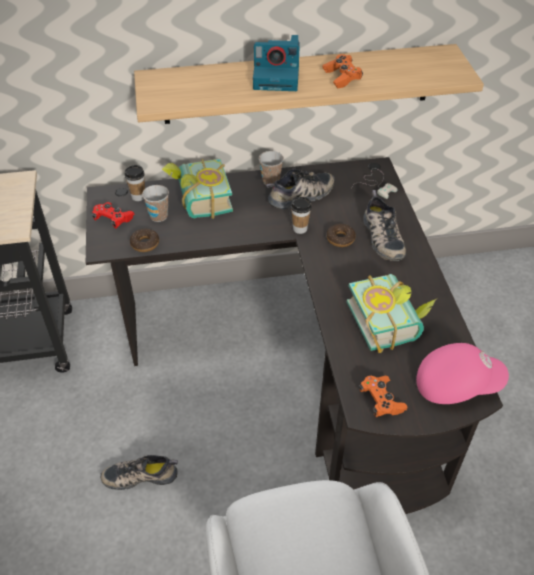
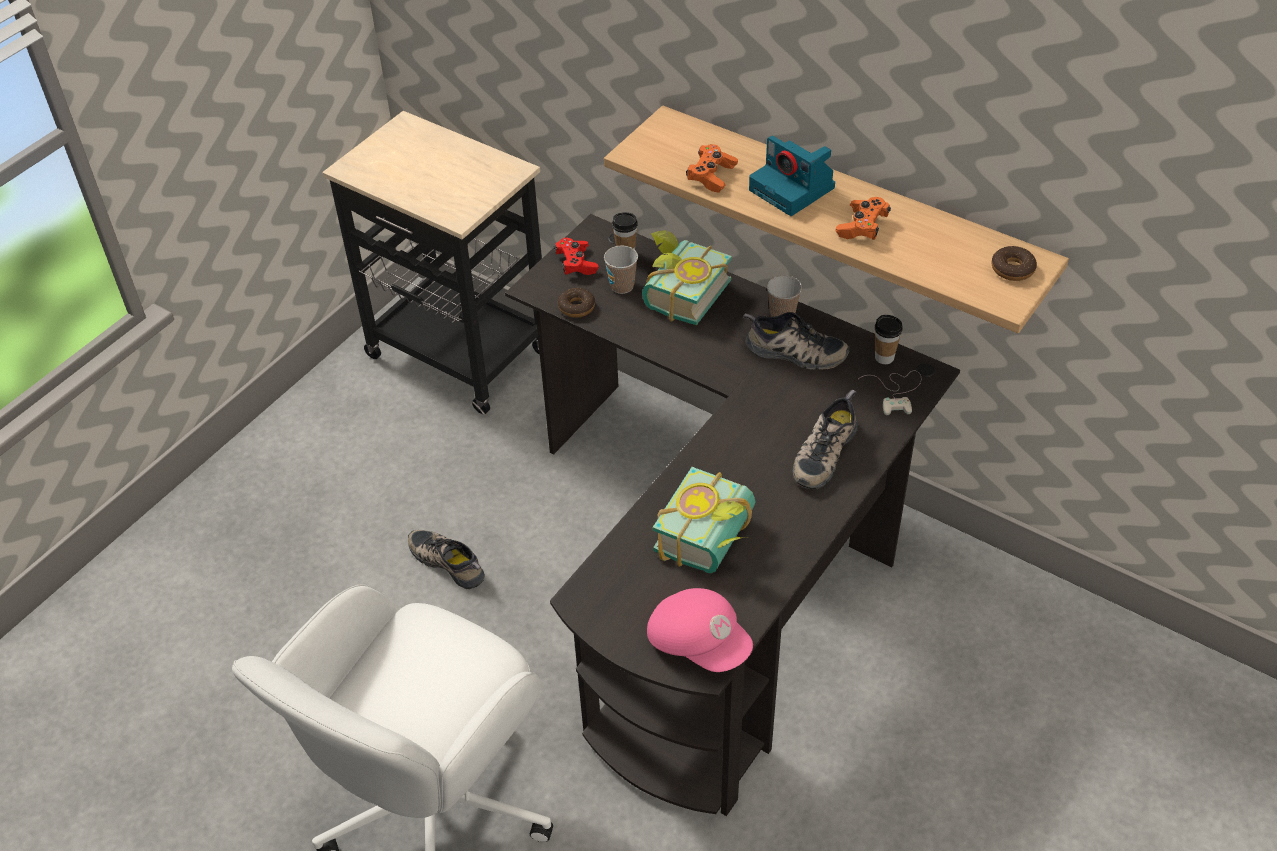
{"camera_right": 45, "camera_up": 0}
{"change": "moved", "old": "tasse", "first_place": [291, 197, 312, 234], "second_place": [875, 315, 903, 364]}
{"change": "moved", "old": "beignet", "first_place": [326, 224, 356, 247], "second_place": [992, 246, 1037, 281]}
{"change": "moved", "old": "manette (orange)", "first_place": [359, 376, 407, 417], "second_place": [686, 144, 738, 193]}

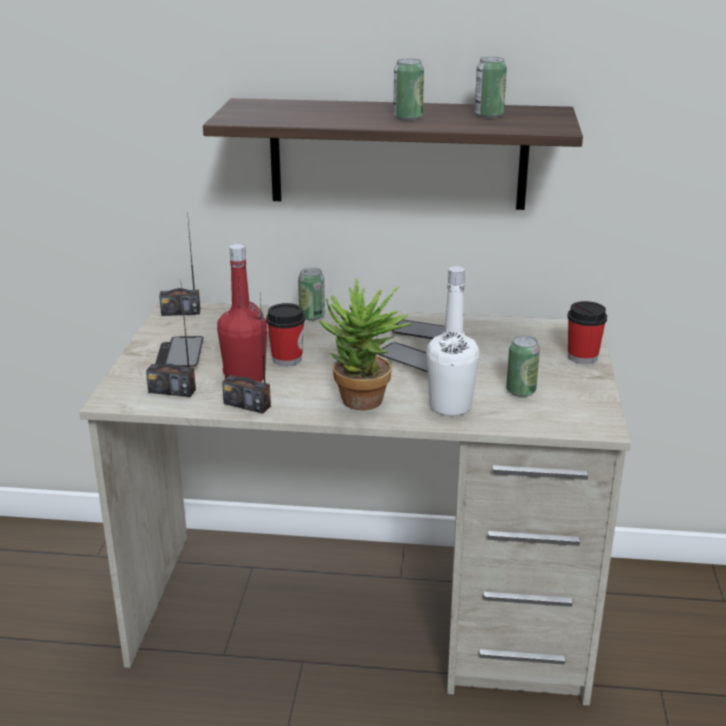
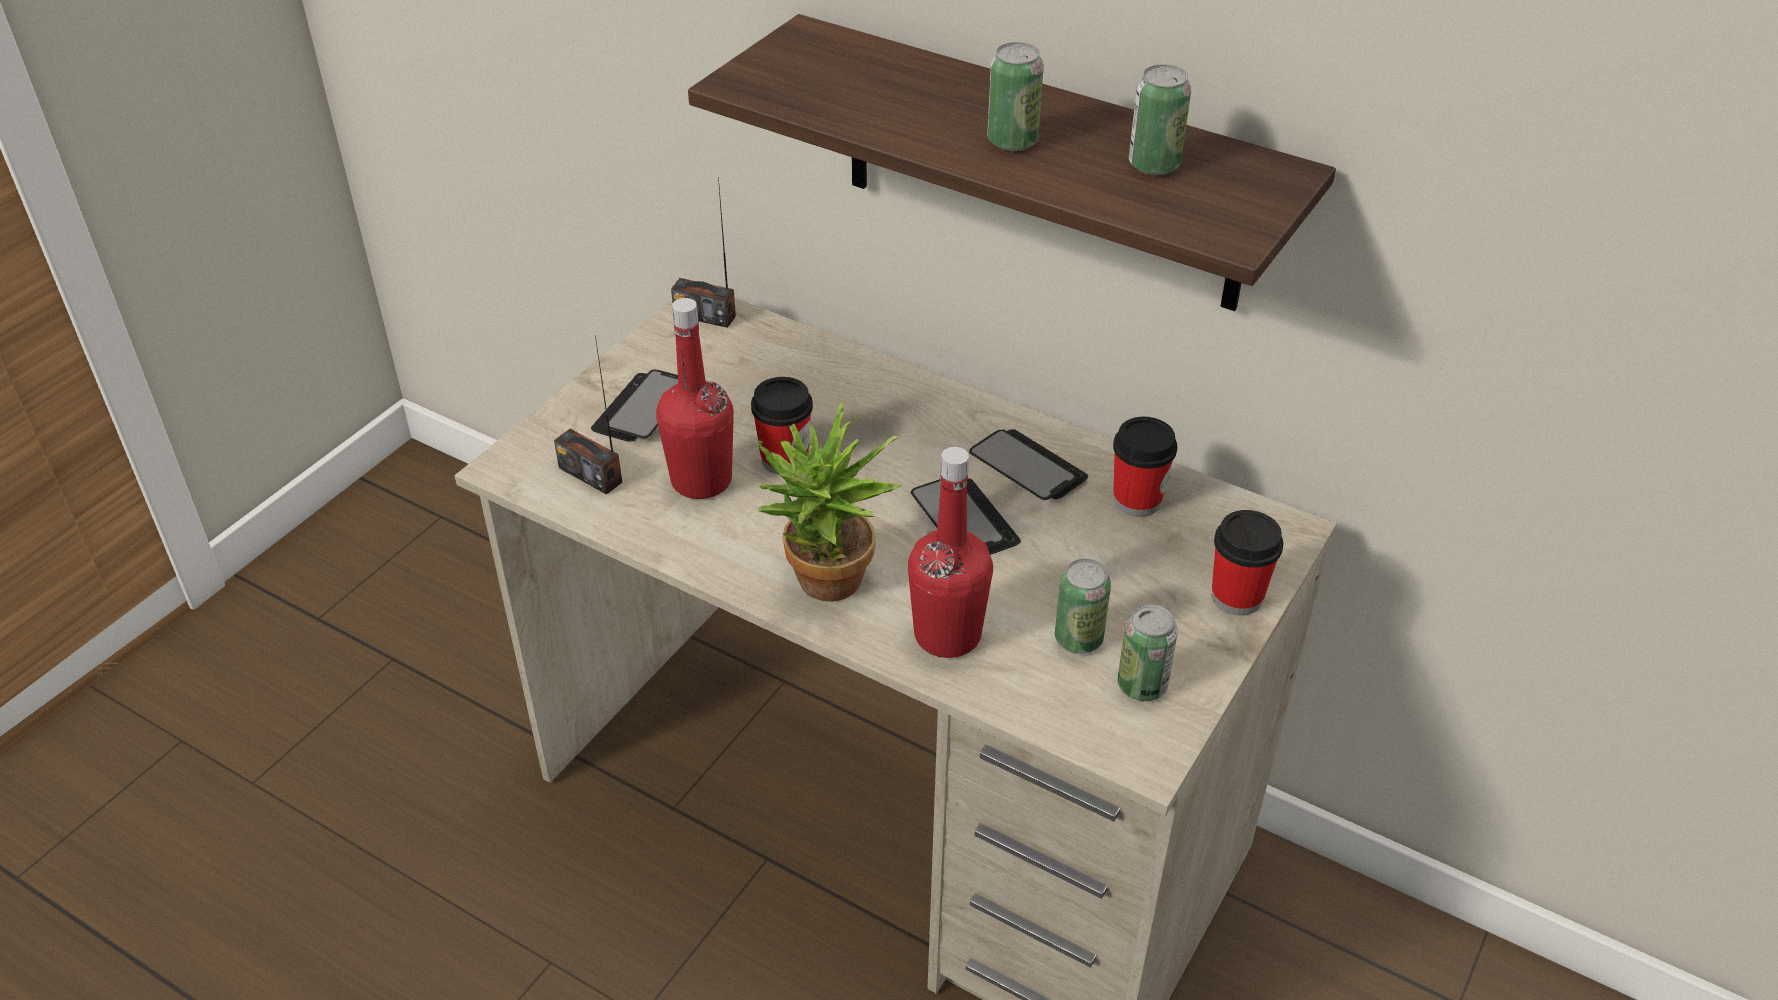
{"camera_right": 25, "camera_up": 15}
{"change": "removed", "old": "radio", "first_place": [222, 296, 271, 414]}
{"change": "added", "new": "tasse", "second_place": [1113, 417, 1177, 517]}
{"change": "moved", "old": "boîte métallique", "first_place": [298, 267, 325, 320], "second_place": [1118, 604, 1178, 701]}
{"change": "recoloured", "old": "bouteille (blanc)", "new": "bouteille (rouge)", "first_place": [427, 266, 479, 416], "second_place": [908, 447, 993, 658]}

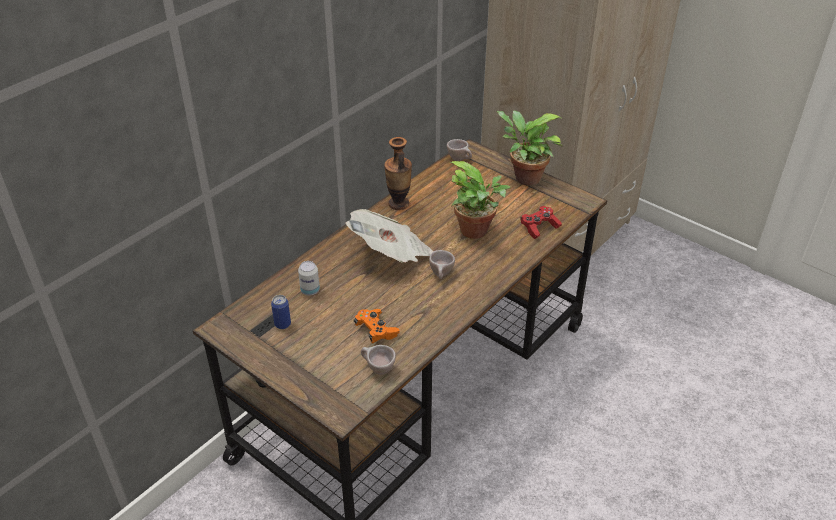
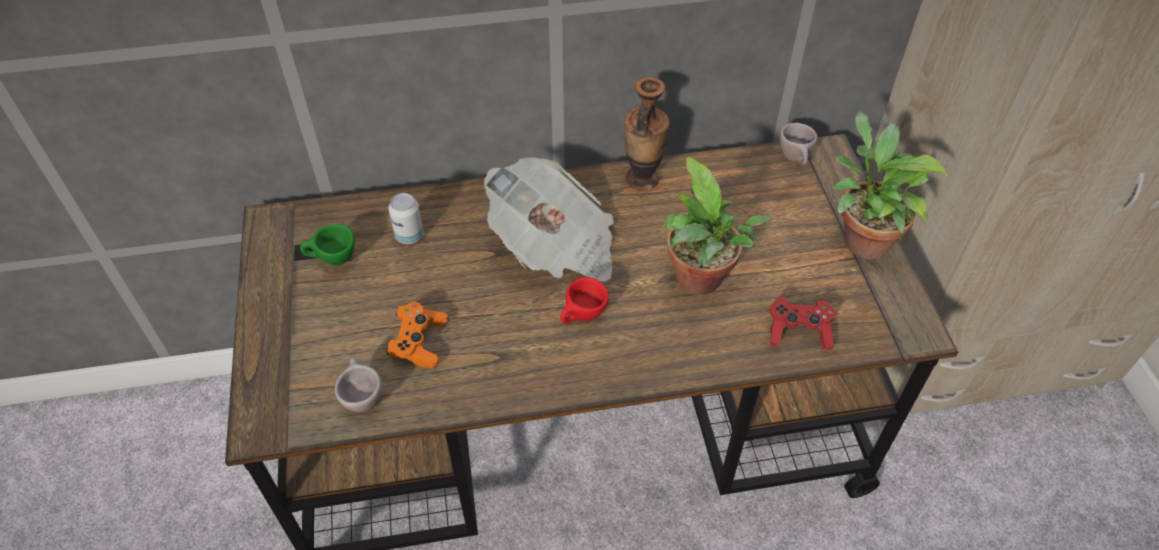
{"camera_right": 40, "camera_up": 10}
{"change": "replaced", "old": "boîte métallique", "new": "tasse (vert)", "first_place": [271, 295, 291, 329], "second_place": [300, 224, 355, 266]}
{"change": "recoloured", "old": "tasse (beige)", "new": "tasse (rouge)", "first_place": [429, 250, 455, 279], "second_place": [560, 277, 609, 324]}

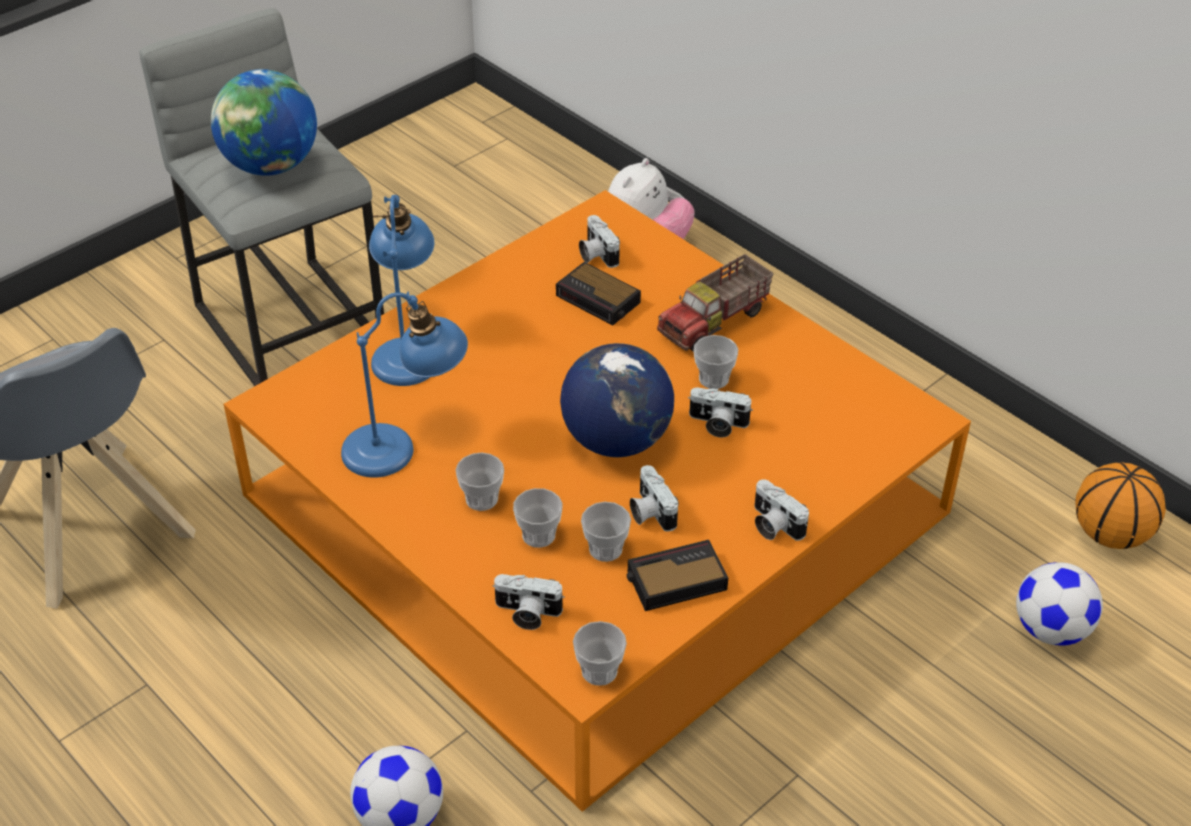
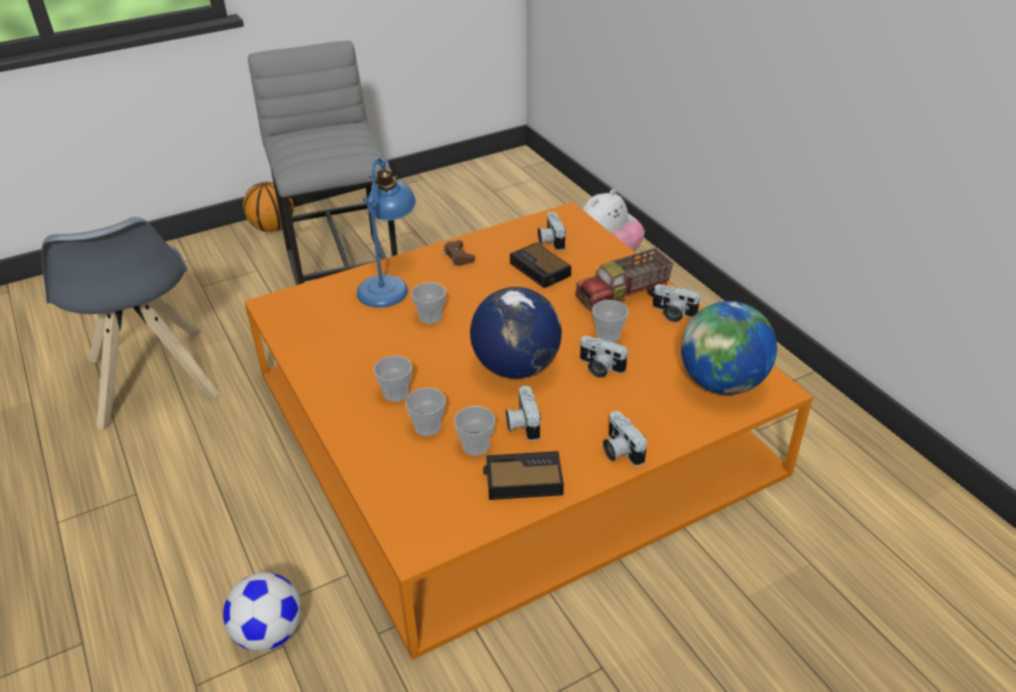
{"camera_right": 15, "camera_up": -5}
{"change": "removed", "old": "lampe de table (bleu)", "first_place": [341, 291, 468, 478]}
{"change": "removed", "old": "ballon de foot", "first_place": [1016, 562, 1103, 646]}
{"change": "added", "new": "manette (marron)", "second_place": [444, 240, 475, 266]}
{"change": "moved", "old": "globe", "first_place": [211, 69, 317, 176], "second_place": [681, 301, 777, 395]}
{"change": "moved", "old": "appareil photo", "first_place": [492, 574, 565, 630], "second_place": [653, 284, 701, 322]}
{"change": "moved", "old": "tasse", "first_place": [573, 621, 627, 686], "second_place": [411, 282, 446, 324]}
{"change": "moved", "old": "ballon de basket", "first_place": [1075, 462, 1166, 549], "second_place": [243, 182, 294, 232]}

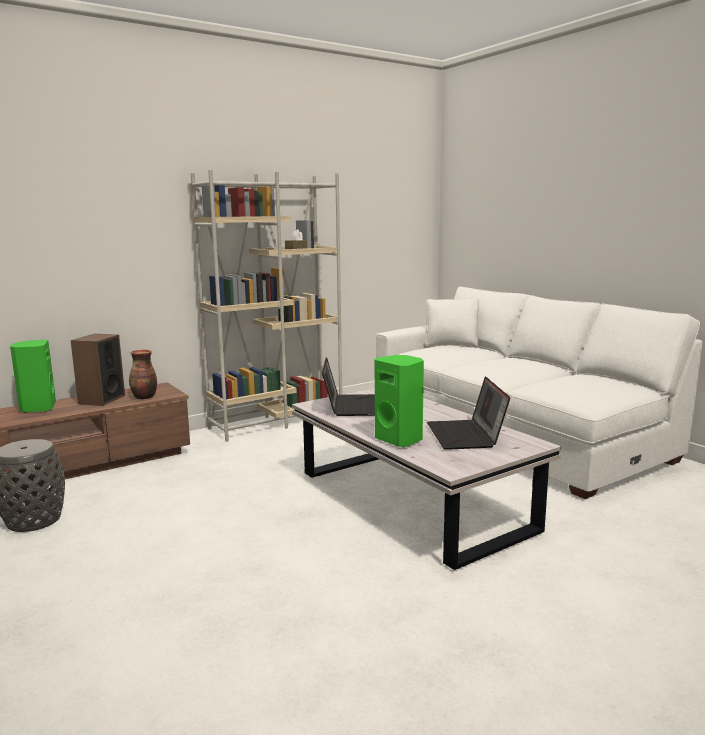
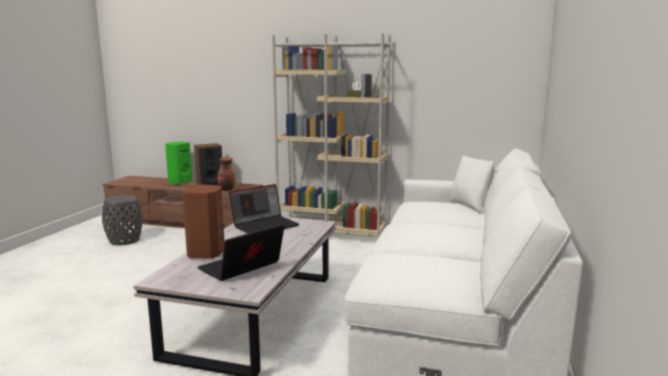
{"camera_right": 50, "camera_up": 0}
{"change": "recoloured", "old": "enceinte (vert)", "new": "enceinte (marron)", "first_place": [375, 355, 424, 447], "second_place": [182, 184, 224, 258]}

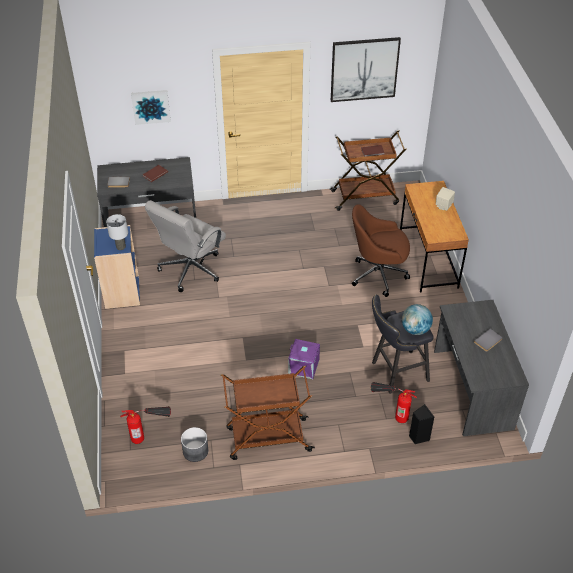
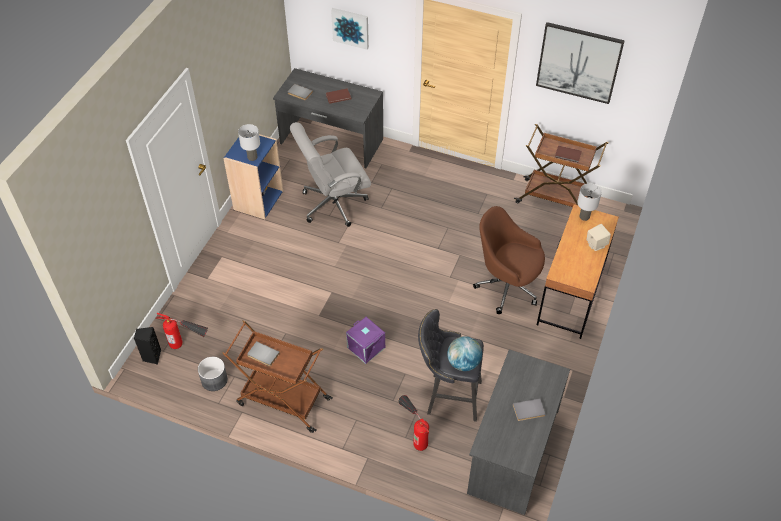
{"camera_right": 30, "camera_up": 5}
{"change": "added", "new": "livre (gris)", "second_place": [247, 341, 280, 367]}
{"change": "added", "new": "lampe de table (blanc)", "second_place": [577, 183, 602, 221]}
{"change": "moved", "old": "enceinte (noir)", "first_place": [409, 404, 435, 444], "second_place": [134, 327, 161, 364]}

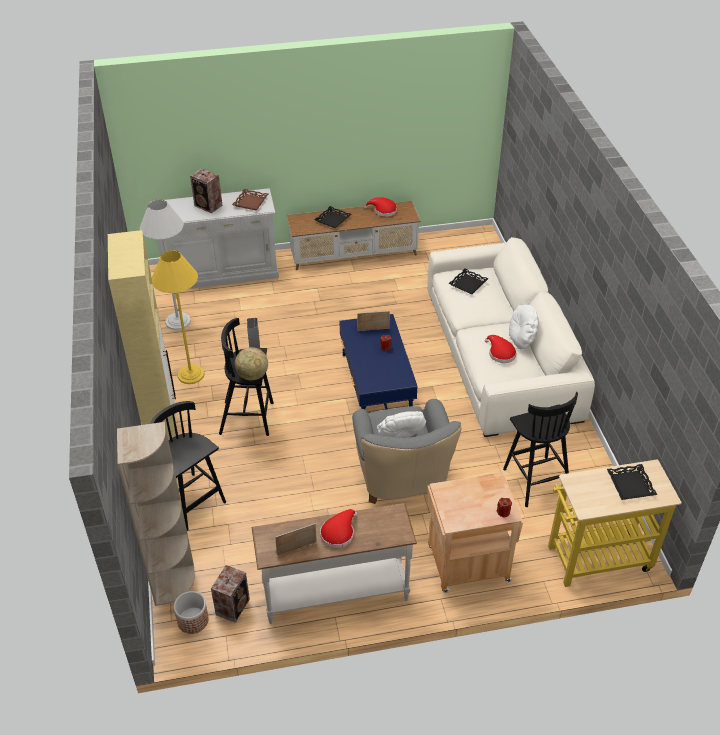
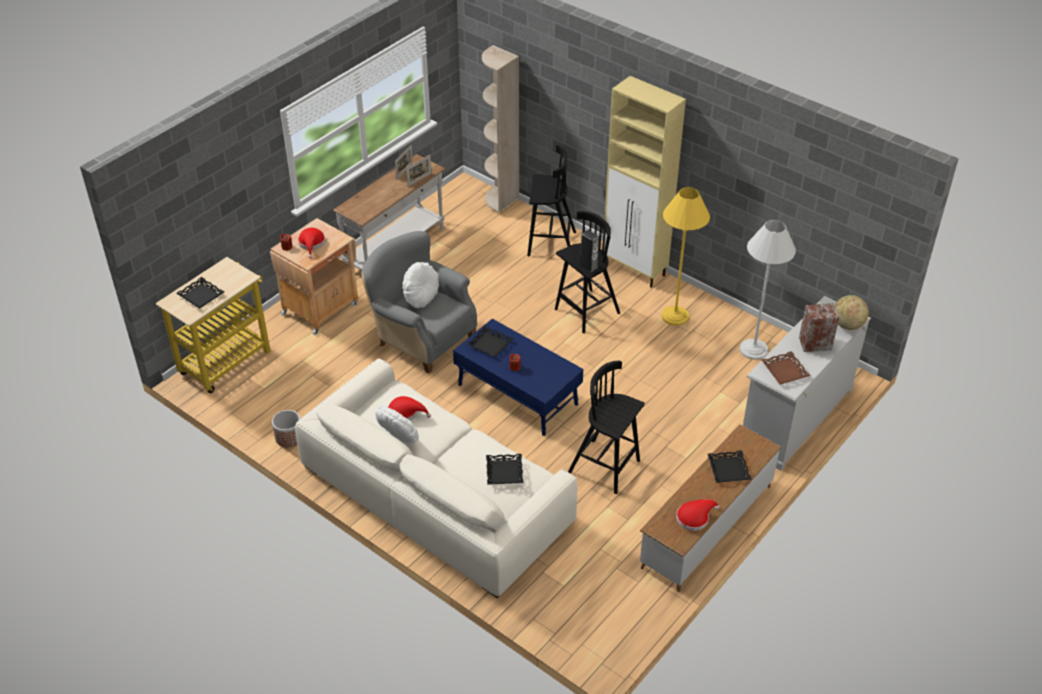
{"camera_right": 140, "camera_up": 0}
{"change": "removed", "old": "enceinte", "first_place": [211, 565, 250, 623]}
{"change": "added", "new": "plateau (noir)", "second_place": [467, 326, 514, 357]}
{"change": "moved", "old": "cache-pot", "first_place": [174, 591, 209, 634], "second_place": [272, 410, 300, 447]}
{"change": "moved", "old": "globe", "first_place": [235, 347, 268, 381], "second_place": [835, 295, 869, 330]}
{"change": "moved", "old": "chapeau (rouge)", "first_place": [320, 509, 357, 548], "second_place": [298, 228, 325, 258]}
{"change": "moved", "old": "cadre photo", "first_place": [357, 311, 390, 331], "second_place": [406, 155, 431, 187]}
{"change": "moved", "old": "tabouret (noir)", "first_place": [503, 392, 578, 507], "second_place": [568, 361, 645, 494]}

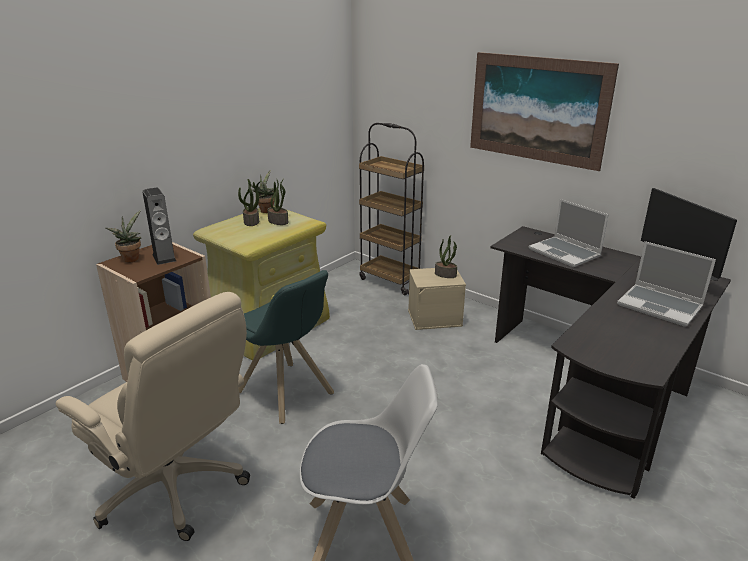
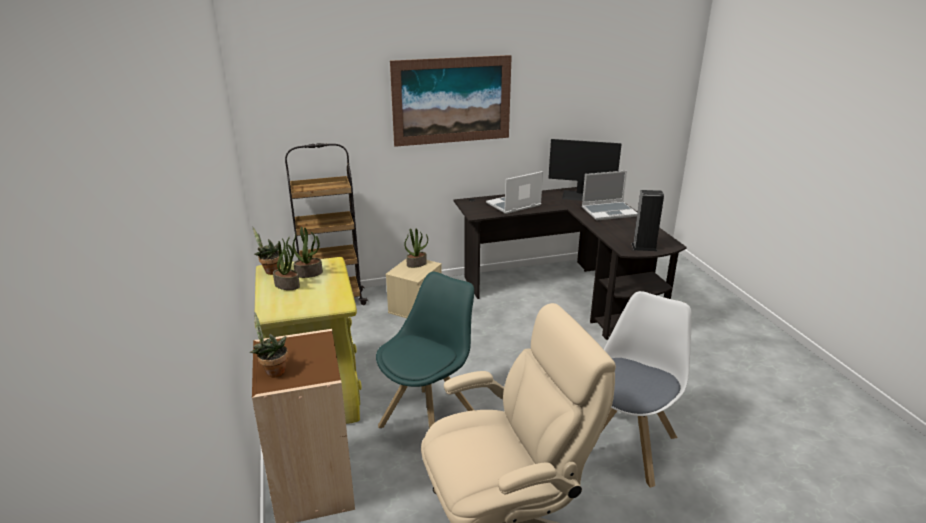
{"camera_right": -55, "camera_up": 0}
{"change": "moved", "old": "enceinte", "first_place": [142, 188, 176, 265], "second_place": [632, 190, 664, 251]}
{"change": "turned", "old": "chaise (turquoise)", "first_place": [238, 270, 334, 424], "second_place": [376, 272, 474, 428], "degrees": -45}
{"change": "turned", "old": "ordinateur portable", "first_place": [529, 199, 609, 267], "second_place": [486, 171, 543, 214], "degrees": 150}

